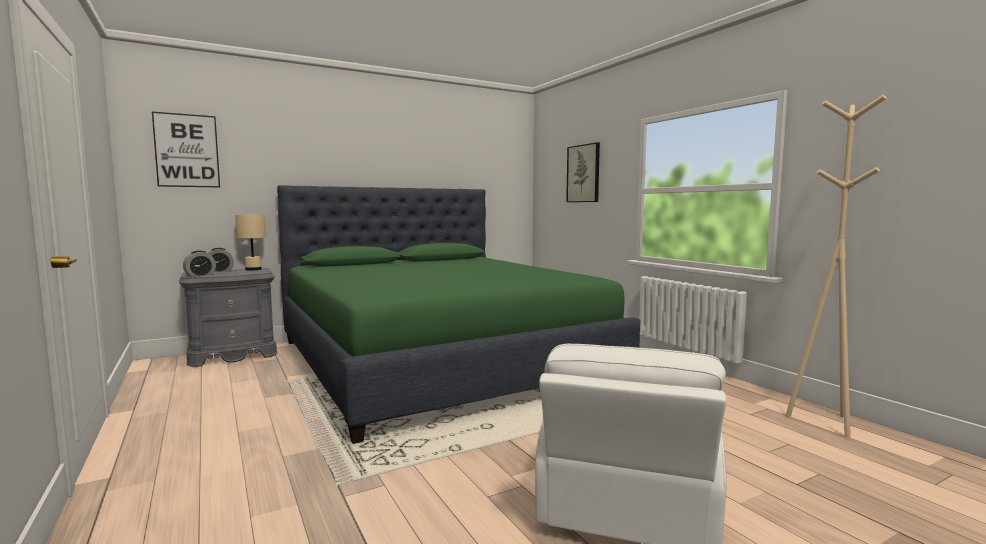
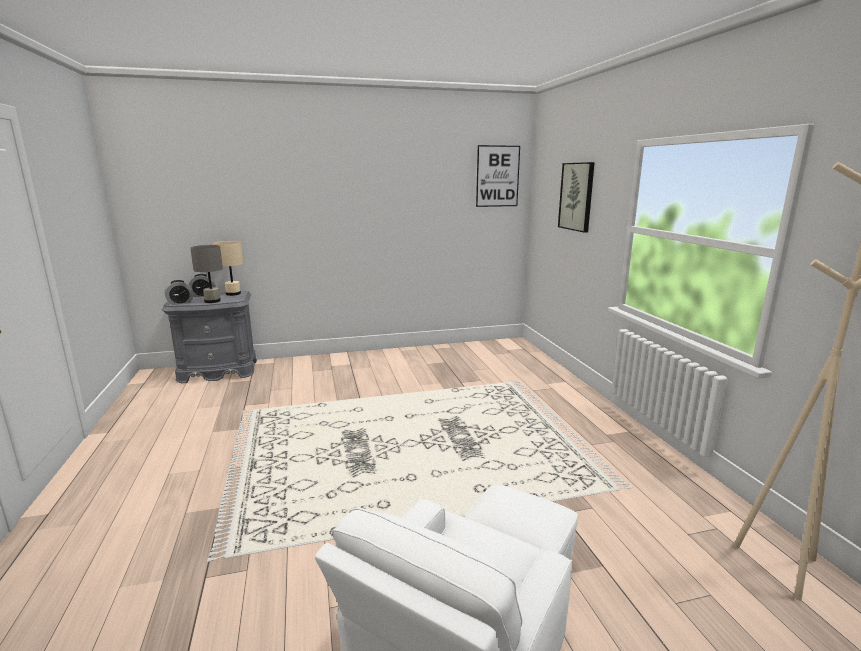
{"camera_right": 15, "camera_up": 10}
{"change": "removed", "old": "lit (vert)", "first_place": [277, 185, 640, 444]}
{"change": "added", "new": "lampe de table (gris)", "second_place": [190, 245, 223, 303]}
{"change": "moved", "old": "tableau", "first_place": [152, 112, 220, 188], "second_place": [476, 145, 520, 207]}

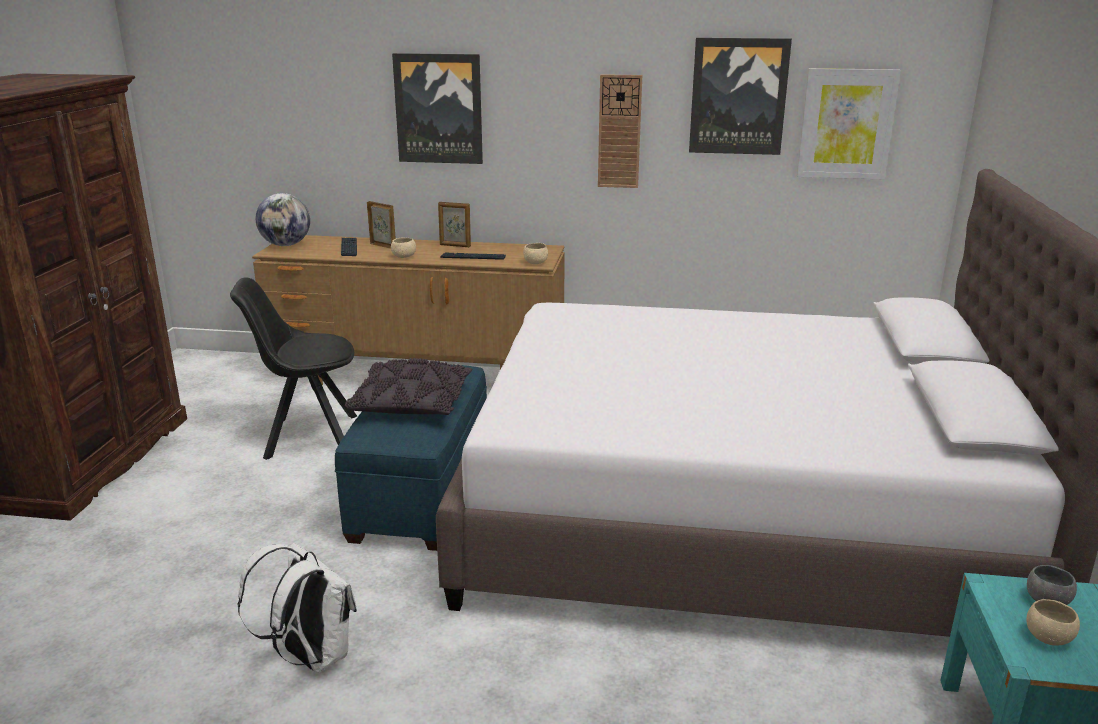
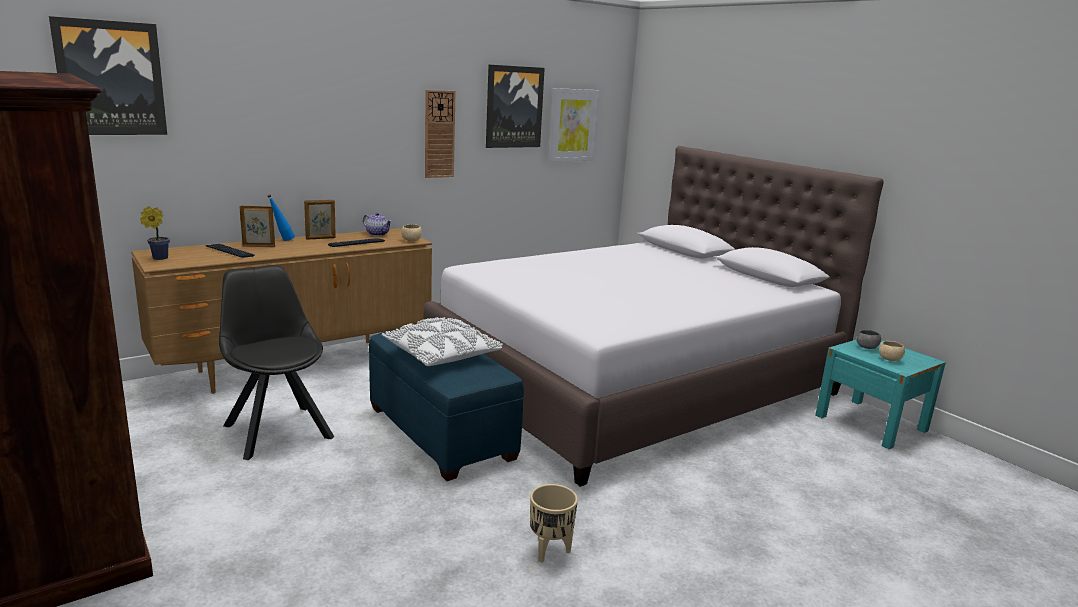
{"camera_right": -45, "camera_up": -5}
{"change": "removed", "old": "bol (beige)", "first_place": [391, 238, 416, 258]}
{"change": "added", "new": "bouteille (bleu)", "second_place": [267, 194, 295, 241]}
{"change": "added", "new": "théière", "second_place": [363, 213, 392, 236]}
{"change": "moved", "old": "tableau", "first_place": [392, 53, 483, 164], "second_place": [49, 16, 167, 135]}
{"change": "replaced", "old": "sac à dos (blanc)", "new": "cache-pot (beige)", "first_place": [237, 543, 357, 673], "second_place": [530, 484, 578, 563]}
{"change": "replaced", "old": "globe", "new": "plante en pot", "first_place": [256, 193, 310, 246], "second_place": [140, 206, 170, 260]}
{"change": "recoloured", "old": "coussin (noir)", "new": "coussin (blanc)", "first_place": [345, 358, 472, 415], "second_place": [382, 317, 503, 366]}
{"change": "turned", "old": "chaise (noir)", "first_place": [230, 278, 357, 460], "second_place": [219, 265, 334, 460], "degrees": 105}

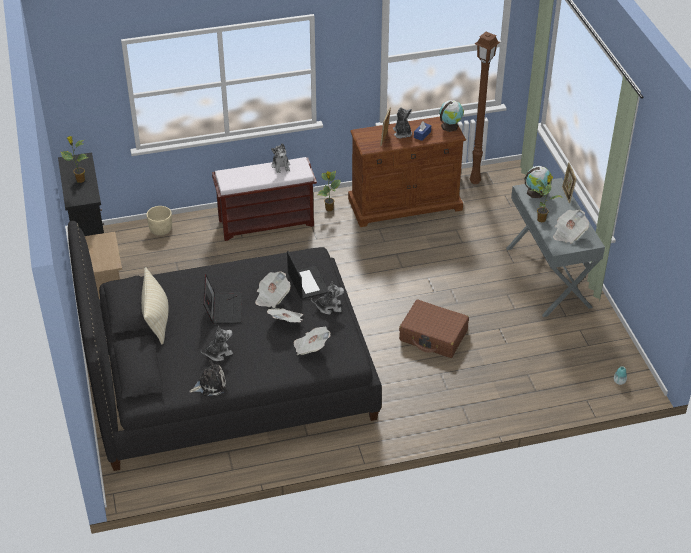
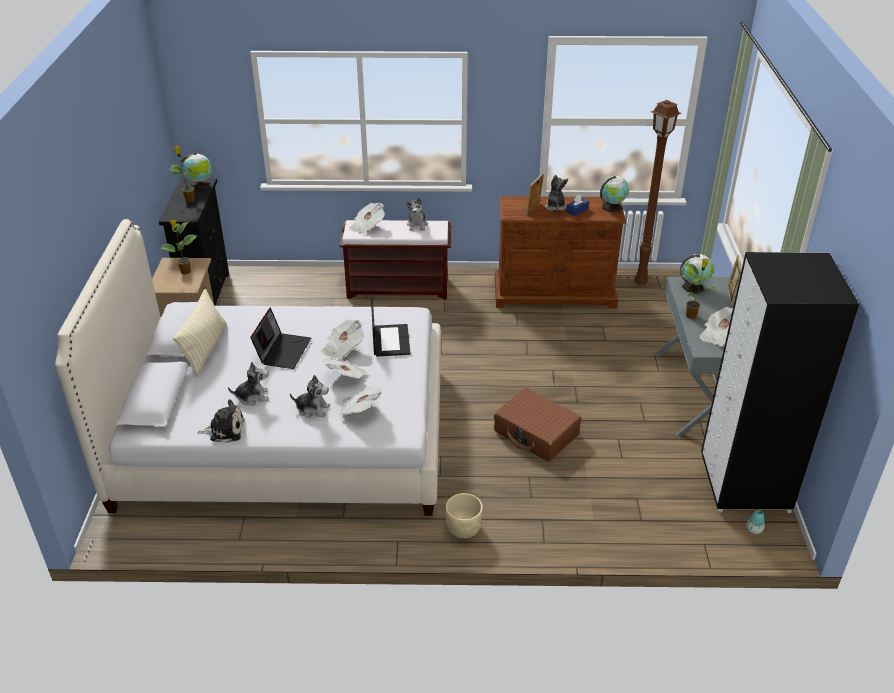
{"camera_right": 15, "camera_up": -5}
{"change": "added", "new": "globe", "second_place": [184, 152, 211, 189]}
{"change": "added", "new": "journal", "second_place": [349, 203, 385, 234]}
{"change": "added", "new": "armoire", "second_place": [701, 252, 859, 513]}
{"change": "moved", "old": "cache-pot (beige)", "first_place": [147, 206, 172, 236], "second_place": [446, 493, 483, 538]}
{"change": "moved", "old": "peluche", "first_place": [311, 281, 344, 315], "second_place": [290, 375, 330, 418]}
{"change": "moved", "old": "plante en pot", "first_place": [317, 171, 341, 211], "second_place": [160, 220, 198, 275]}
{"change": "recoloured", "old": "lit (noir)", "new": "lit (blanc)", "first_place": [68, 221, 382, 471], "second_place": [55, 219, 441, 516]}

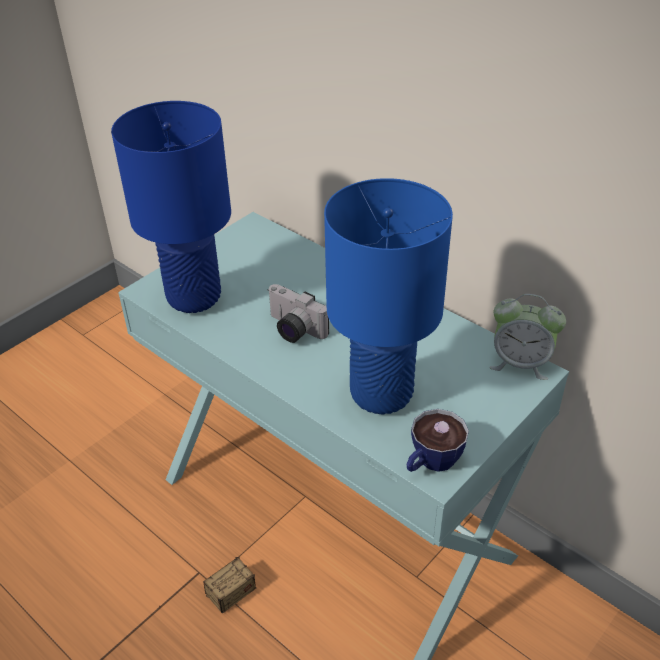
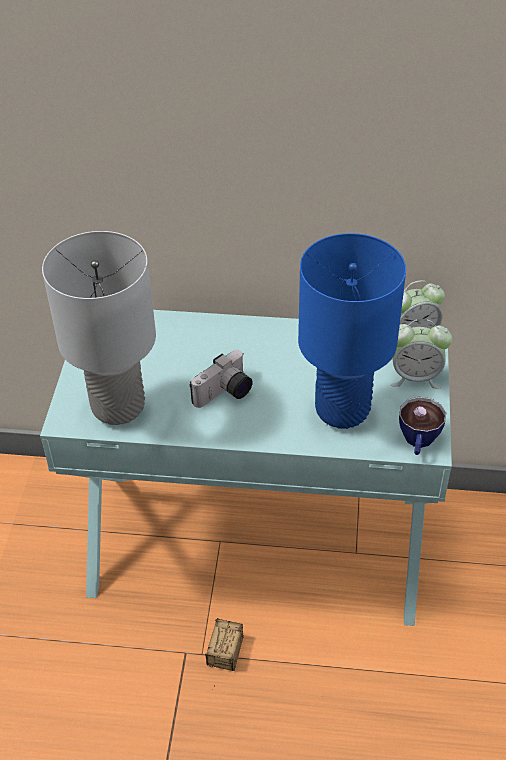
{"camera_right": -35, "camera_up": 5}
{"change": "added", "new": "réveil", "second_place": [390, 319, 452, 388]}
{"change": "recoloured", "old": "lampe de table (bleu)", "new": "lampe de table (gris)", "first_place": [111, 101, 231, 313], "second_place": [42, 231, 156, 425]}
{"change": "turned", "old": "appareil photo", "first_place": [267, 284, 329, 343], "second_place": [190, 350, 253, 408], "degrees": -45}

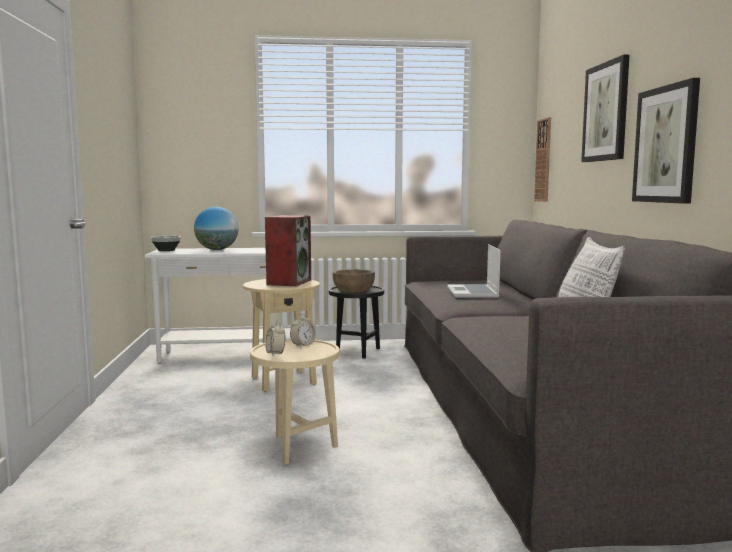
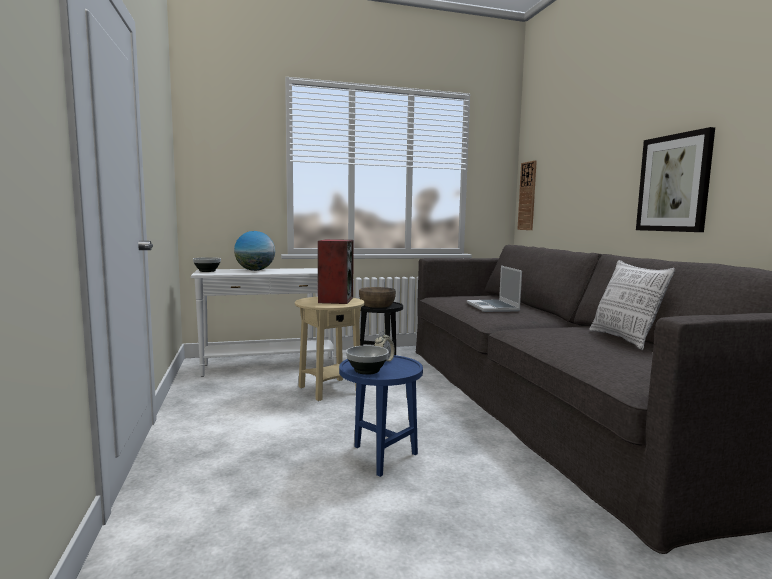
{"camera_right": -10, "camera_up": 0}
{"change": "removed", "old": "tableau", "first_place": [581, 55, 630, 162]}
{"change": "replaced", "old": "réveil", "new": "bol", "first_place": [266, 320, 285, 355], "second_place": [346, 346, 389, 375]}
{"change": "recoloured", "old": "table d'appoint (beige)", "new": "table d'appoint (bleu)", "first_place": [250, 339, 339, 465], "second_place": [339, 355, 423, 477]}

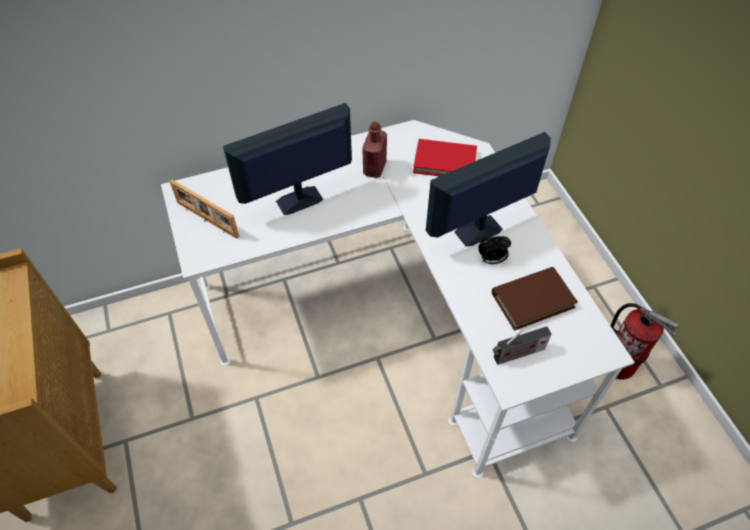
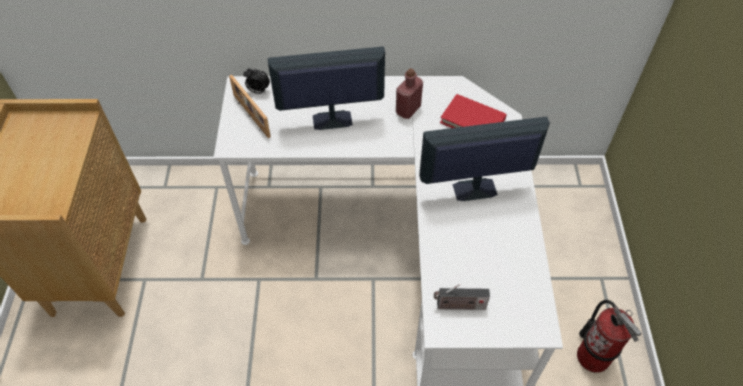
{"camera_right": 20, "camera_up": 0}
{"change": "removed", "old": "livre (marron)", "first_place": [492, 267, 578, 331]}
{"change": "moved", "old": "réveil", "first_place": [478, 236, 511, 264], "second_place": [243, 68, 270, 94]}

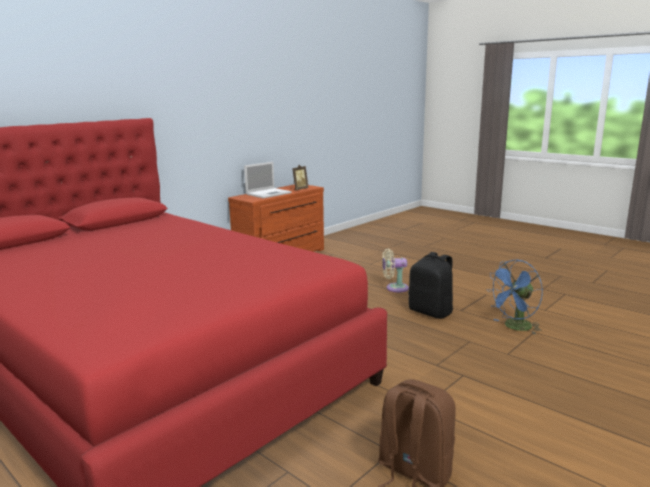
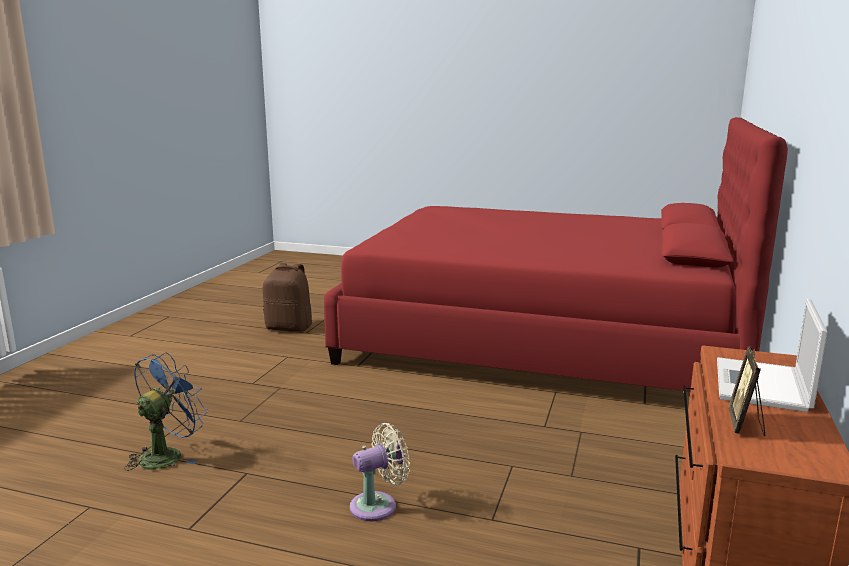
{"camera_right": 155, "camera_up": 0}
{"change": "removed", "old": "sac à dos (noir)", "first_place": [408, 252, 453, 319]}

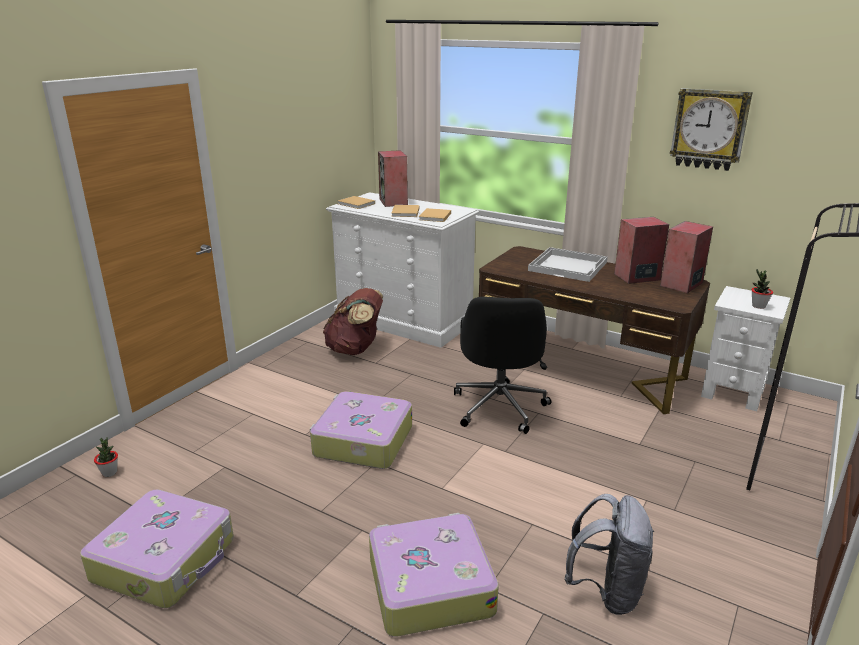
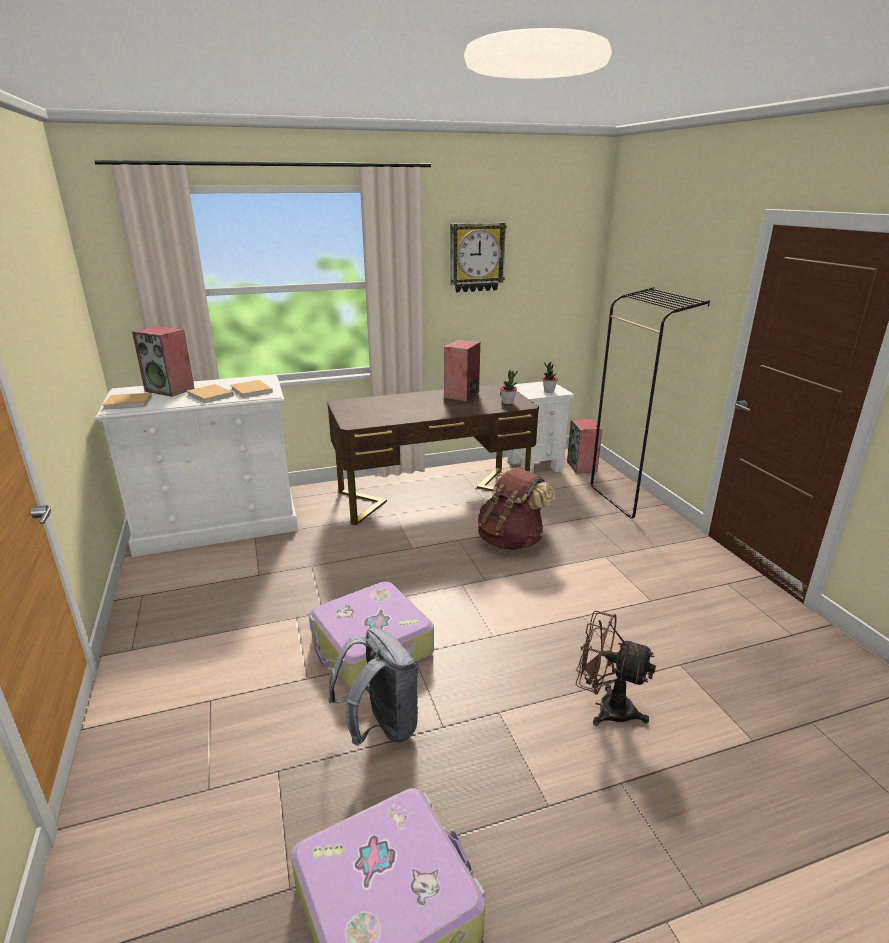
{"camera_right": -50, "camera_up": 0}
{"change": "removed", "old": "chaise de bureau (noir)", "first_place": [454, 297, 551, 434]}
{"change": "removed", "old": "plateau (blanc)", "first_place": [528, 247, 608, 282]}
{"change": "moved", "old": "plante en pot", "first_place": [94, 437, 118, 477], "second_place": [500, 371, 518, 404]}
{"change": "moved", "old": "sac à dos (marron)", "first_place": [323, 288, 383, 355], "second_place": [478, 467, 555, 550]}
{"change": "moved", "old": "sac à dos (gris)", "first_place": [564, 494, 654, 615], "second_place": [328, 627, 419, 746]}
{"change": "moved", "old": "enceinte", "first_place": [660, 221, 713, 293], "second_place": [567, 419, 602, 473]}
{"change": "replaced", "old": "valise", "new": "ventilateur (marron)", "first_place": [369, 513, 499, 637], "second_place": [576, 611, 656, 726]}

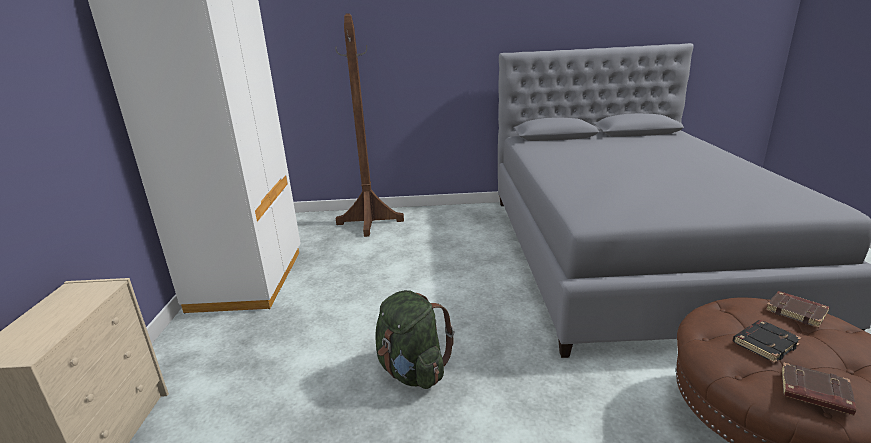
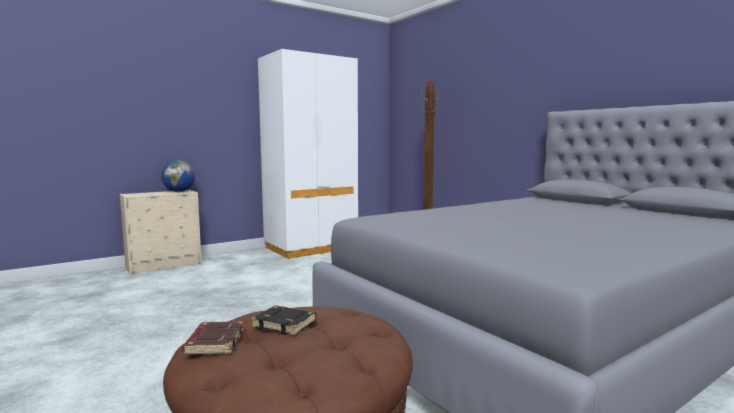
{"camera_right": 55, "camera_up": -15}
{"change": "removed", "old": "sac à dos (vert)", "first_place": [375, 290, 454, 389]}
{"change": "removed", "old": "livre (marron)", "first_place": [766, 291, 829, 328]}
{"change": "added", "new": "globe", "second_place": [161, 161, 195, 192]}

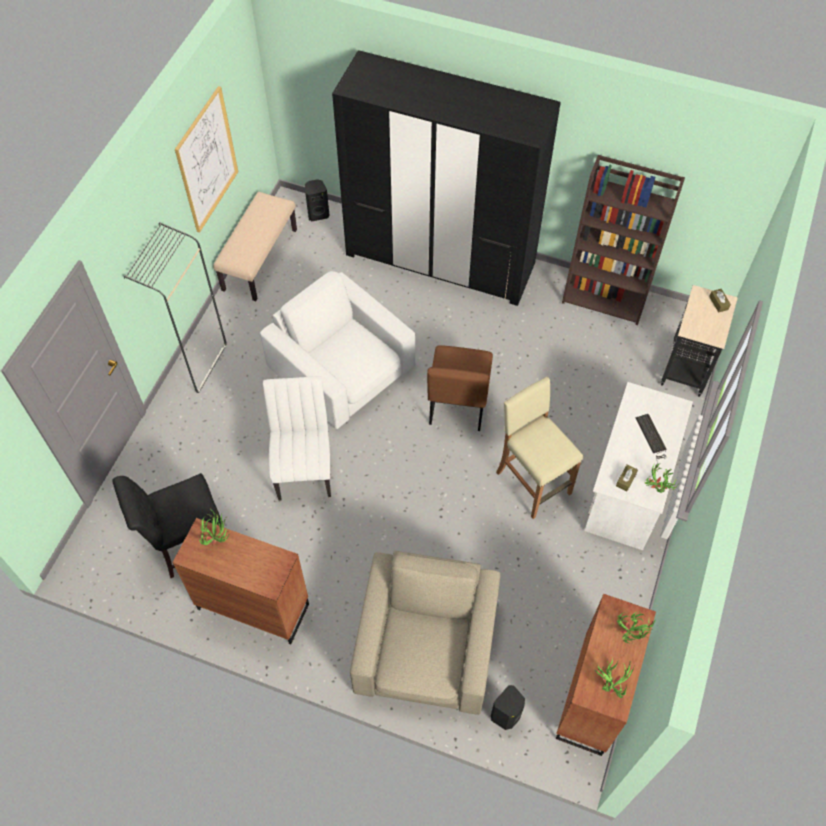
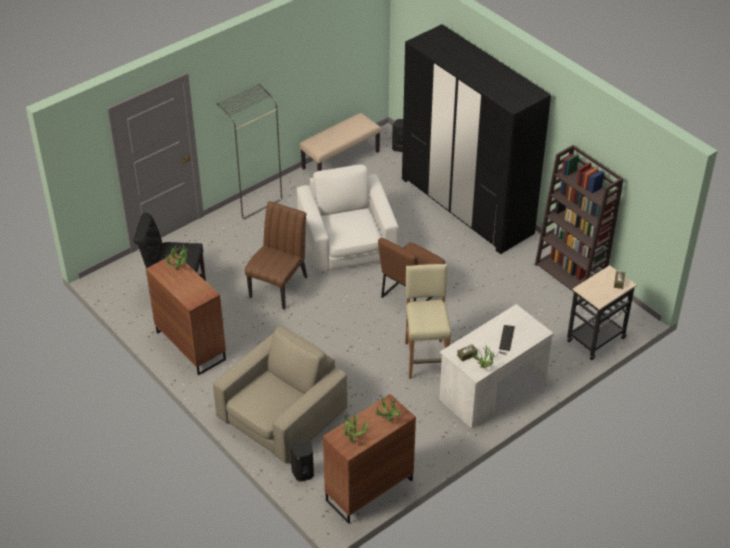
{"camera_right": 30, "camera_up": -15}
{"change": "removed", "old": "tableau", "first_place": [175, 86, 238, 233]}
{"change": "recoloured", "old": "chaise (blanc)", "new": "chaise (marron)", "first_place": [263, 376, 331, 501], "second_place": [245, 201, 307, 309]}

